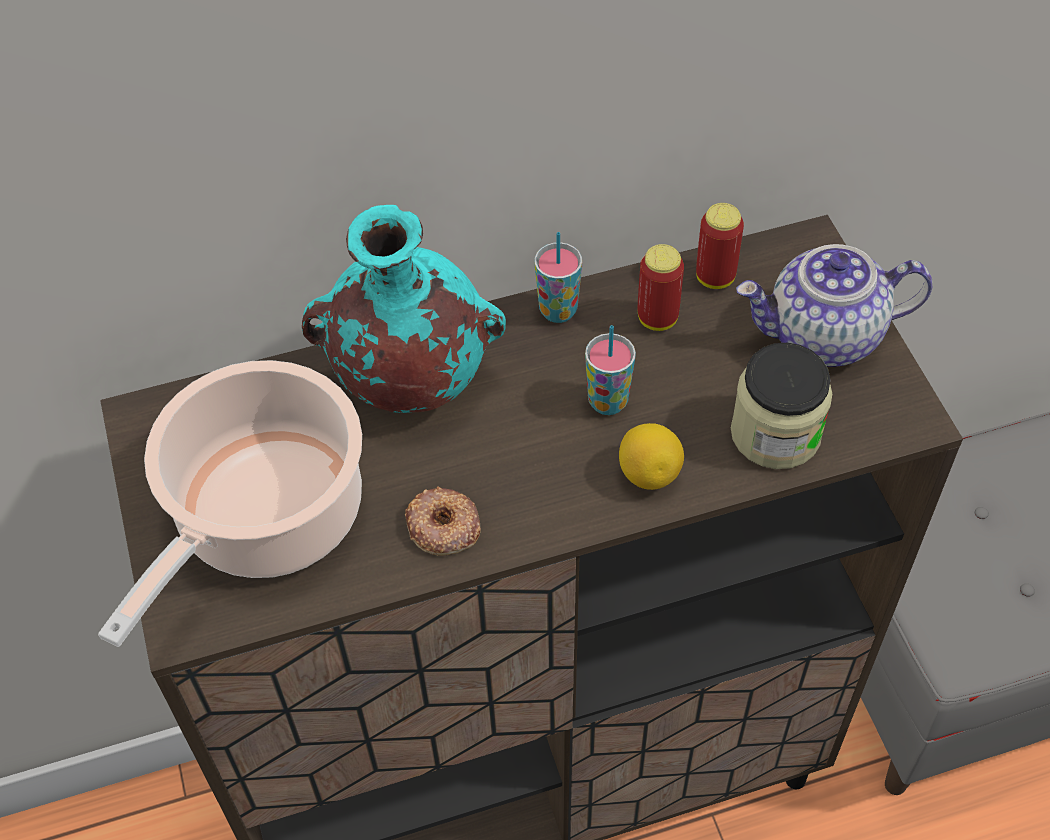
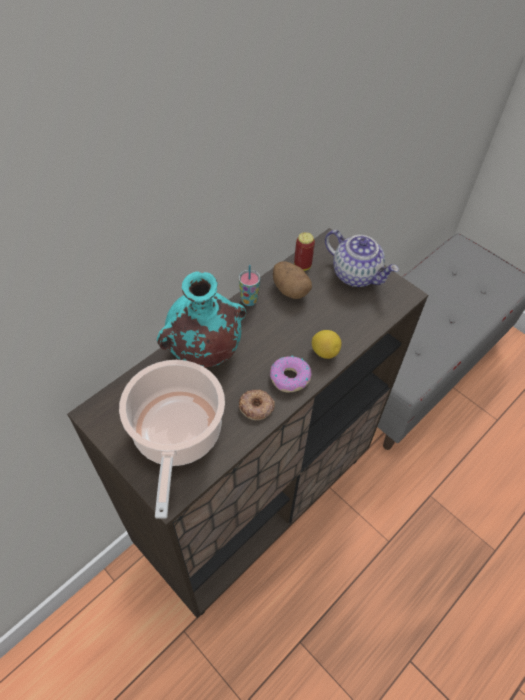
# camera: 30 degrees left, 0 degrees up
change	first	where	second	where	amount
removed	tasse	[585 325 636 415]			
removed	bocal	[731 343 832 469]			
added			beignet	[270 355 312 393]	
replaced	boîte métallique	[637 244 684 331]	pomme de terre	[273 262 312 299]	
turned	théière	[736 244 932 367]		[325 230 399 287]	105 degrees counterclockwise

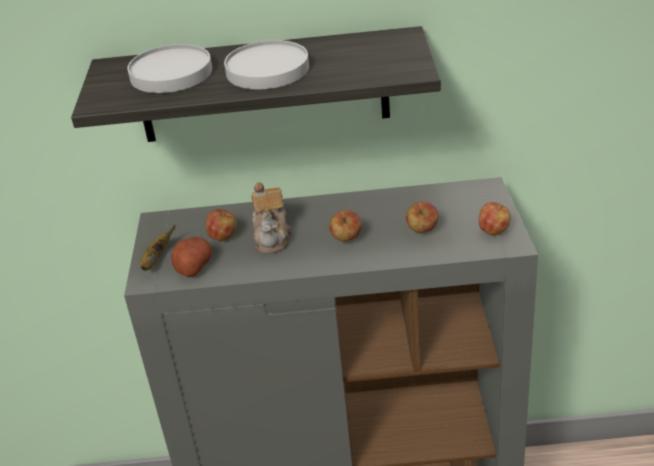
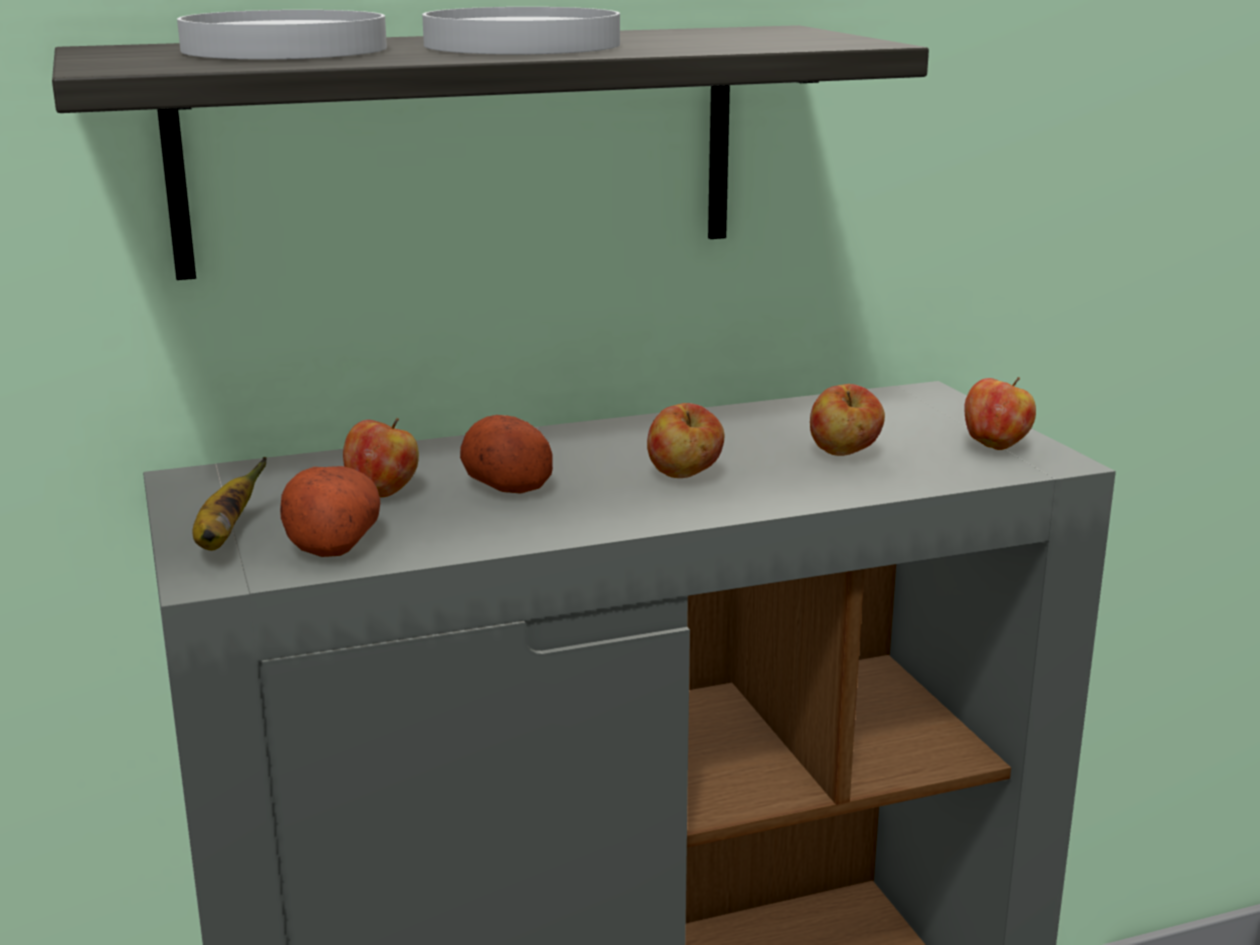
# camera: 20 degrees left, 15 degrees down
change	first	where	second	where	amount
replaced	théière	[251 182 292 253]	pomme de terre	[460 415 553 494]	

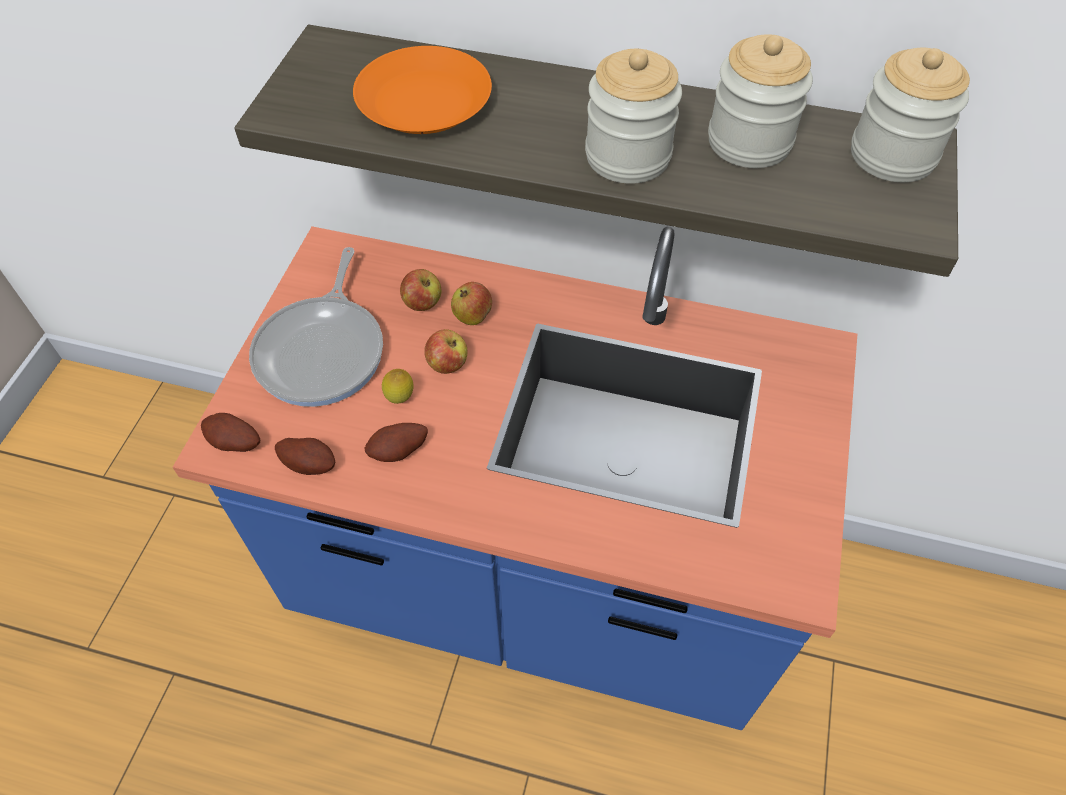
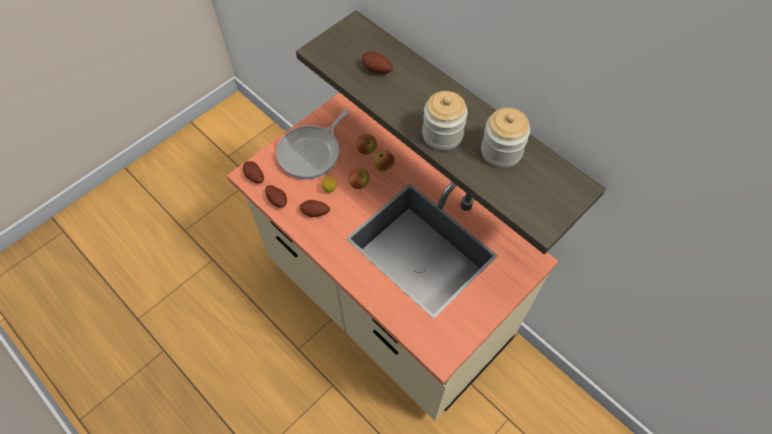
# camera: 30 degrees right, 5 degrees up
change	first	where	second	where	amount
removed	bocal	[851 48 970 182]			
replaced	assiette [orange]	[353 46 492 134]	pomme de terre	[362 52 393 74]	
recoloured	comptoir de cuisine [bleu]	[173 226 857 730]	comptoir de cuisine [beige]	[227 92 559 421]	

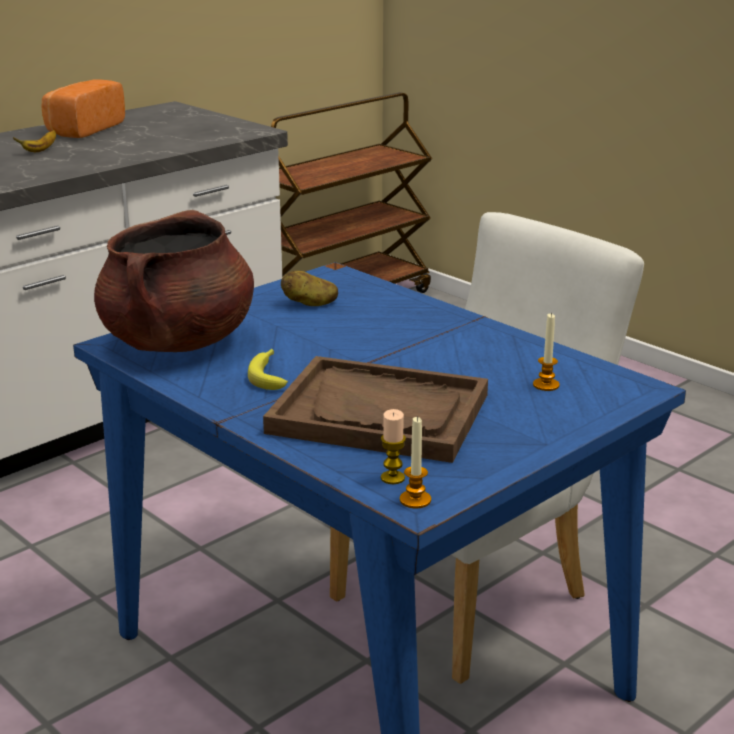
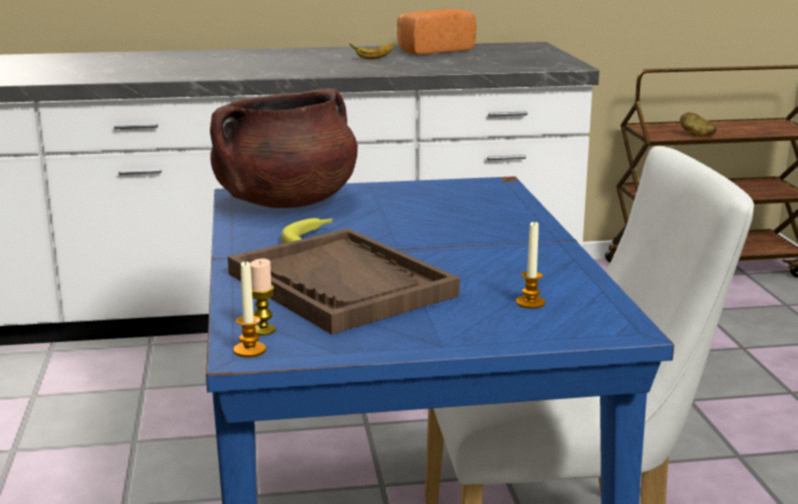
# camera: 35 degrees right, 5 degrees down
change	first	where	second	where	amount
moved	pomme de terre	[281 271 338 306]		[680 112 716 136]	

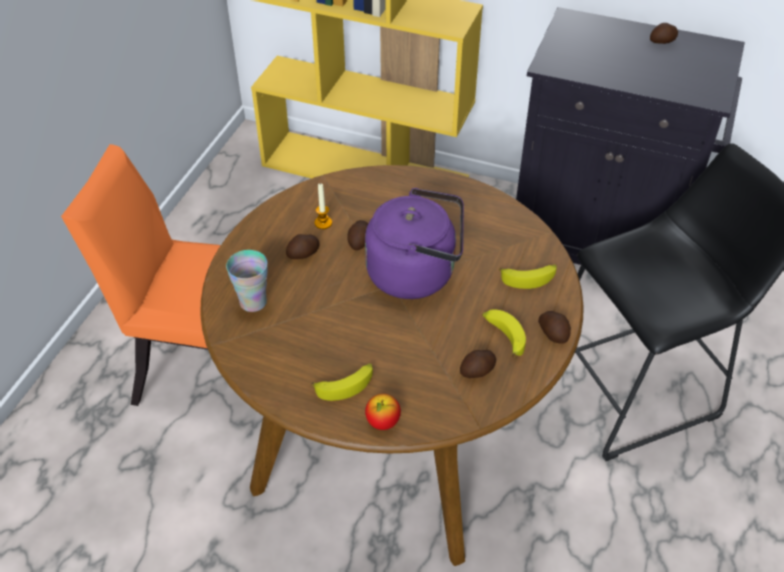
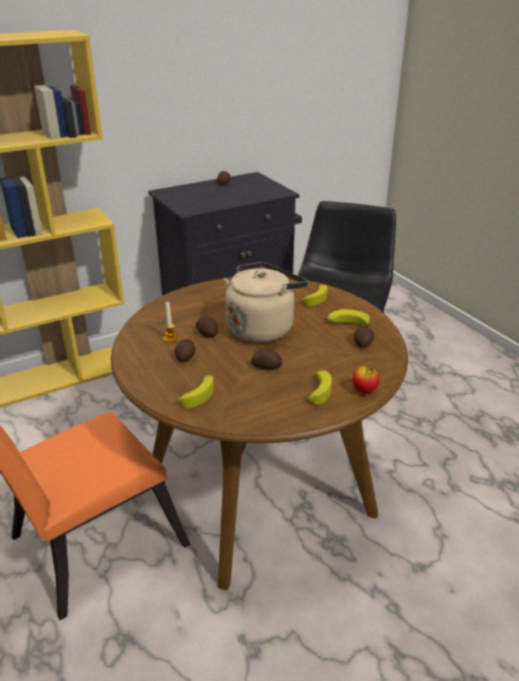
# camera: 50 degrees left, 15 degrees down
change	first	where	second	where	amount
moved	pomme de terre	[538 311 571 344]		[251 348 282 370]	
replaced	tasse	[226 250 268 312]	banane	[175 375 214 409]	
recoloured	bouilloire [violet]	[365 188 464 299]	bouilloire [beige]	[224 262 308 343]	

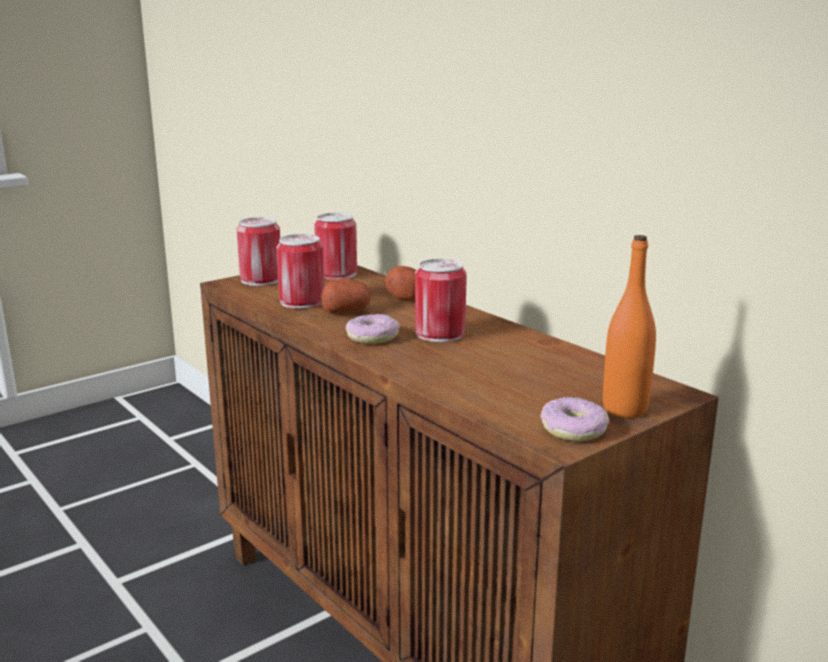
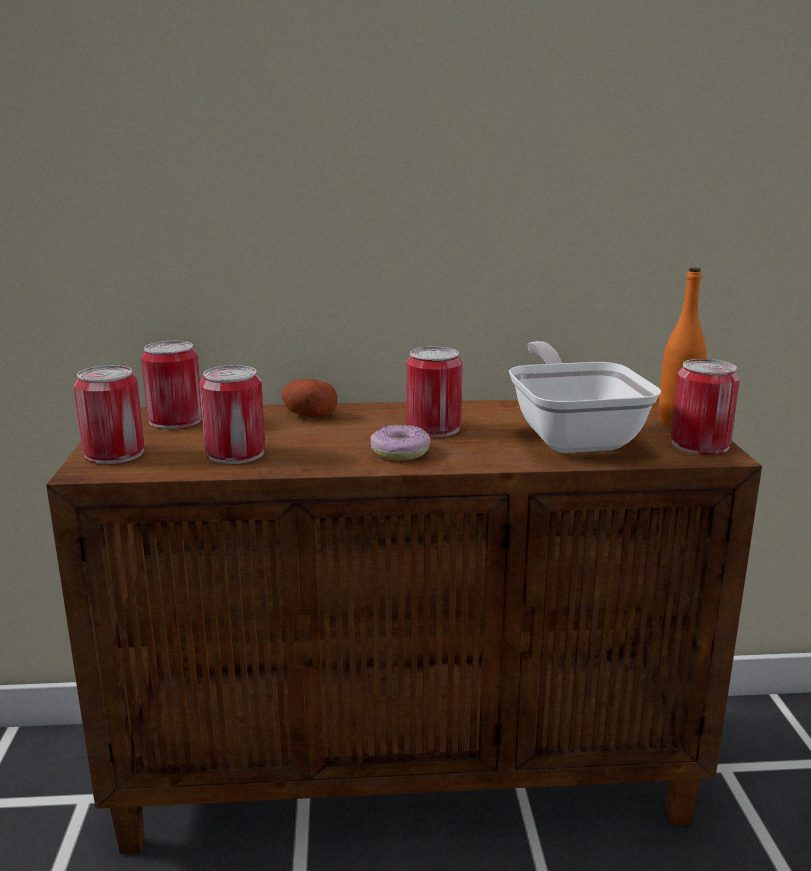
# camera: 55 degrees left, 0 degrees up
change	first	where	second	where	amount
removed	pomme de terre	[321 278 371 314]			
added			poêle	[509 341 661 453]	
replaced	beignet	[541 397 609 441]	boîte métallique	[671 359 740 455]	

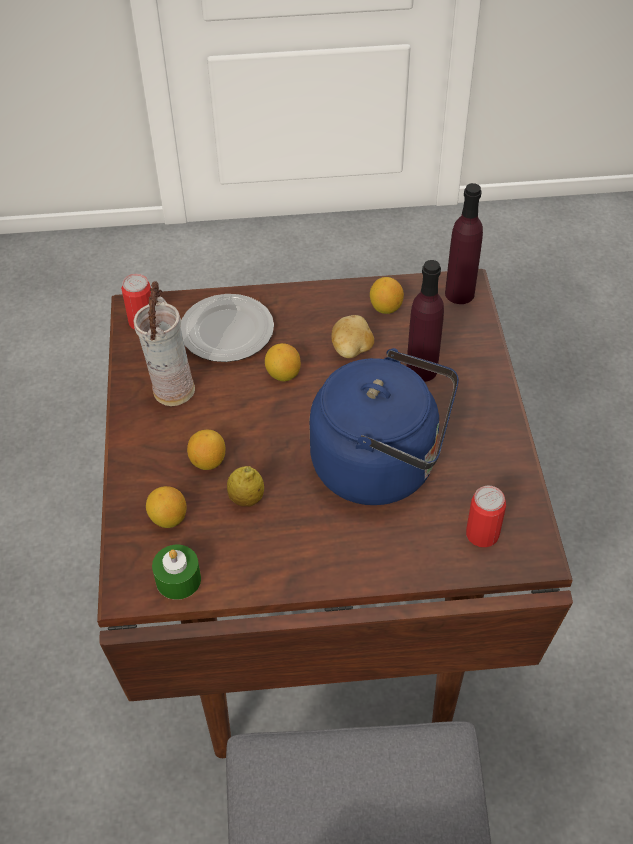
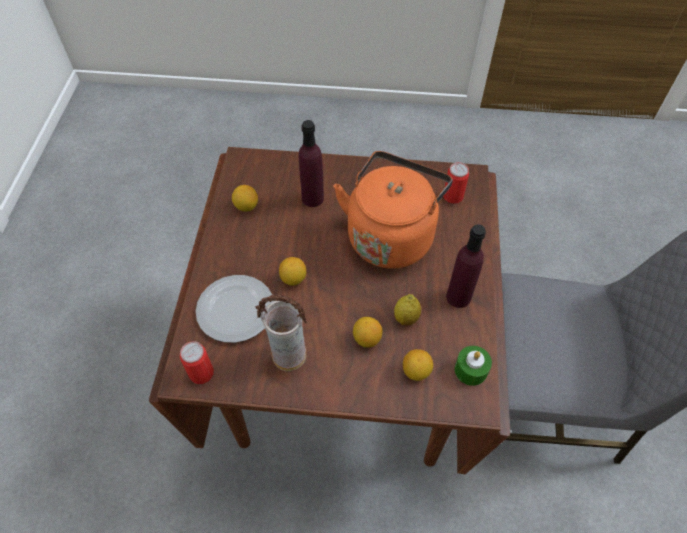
# camera: 80 degrees left, 5 degrees up
change	first	where	second	where	amount
removed	pomme de terre	[331 315 374 358]			
moved	bouteille [violet]	[445 183 483 304]		[446 224 486 308]	
recoloured	bouilloire [bleu]	[309 348 459 505]	bouilloire [orange]	[334 151 453 269]	

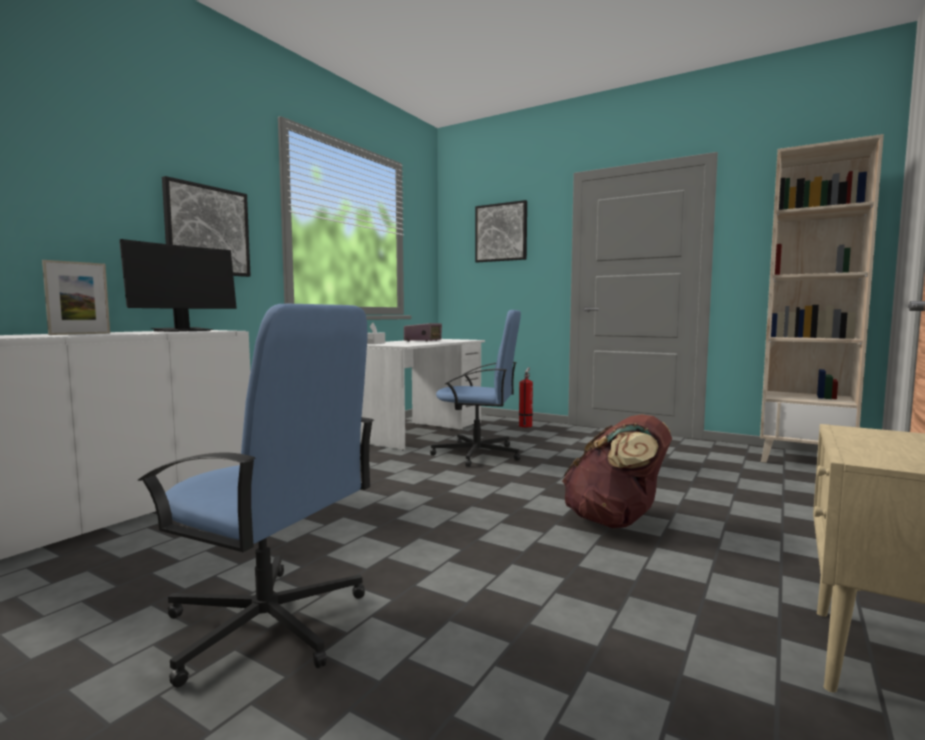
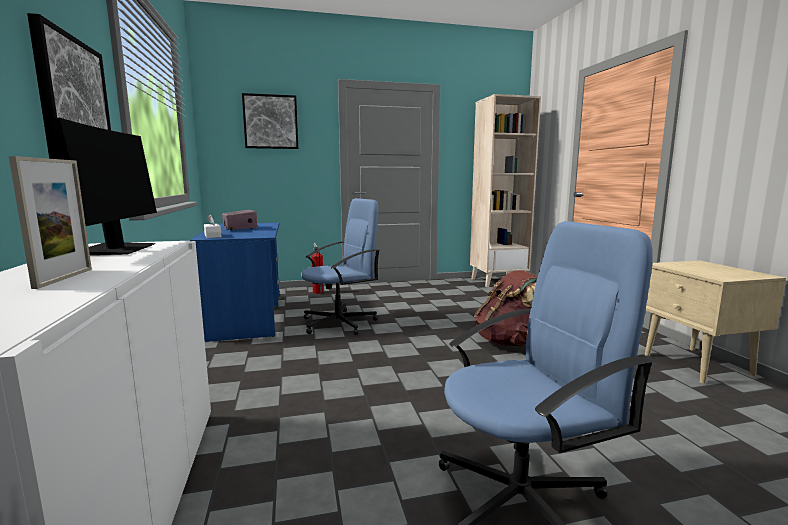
# camera: 45 degrees left, 5 degrees up
change	first	where	second	where	amount
recoloured	bureau [blanc]	[360 339 485 450]	bureau [bleu]	[189 223 279 342]	

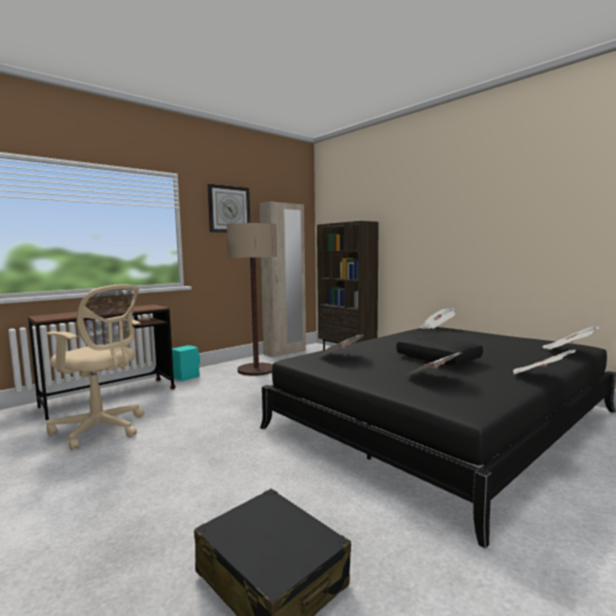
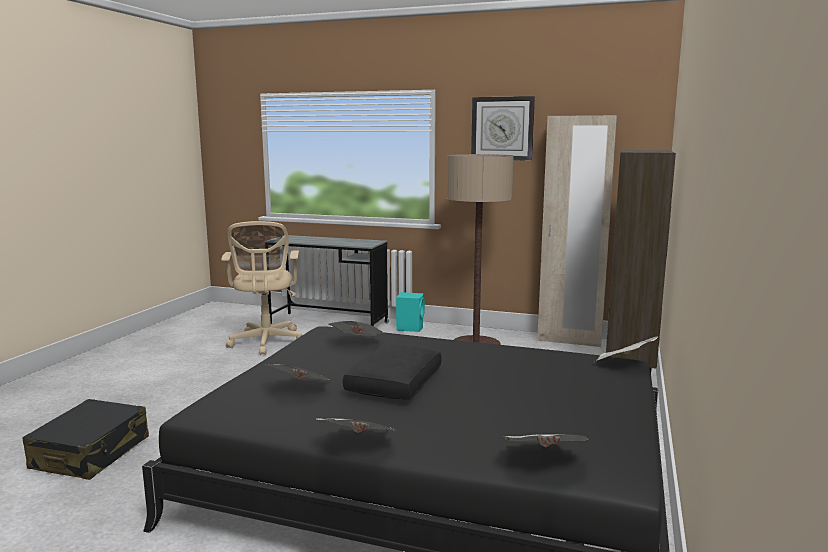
# camera: 60 degrees right, 5 degrees up
change	first	where	second	where	amount
recoloured	bureau [marron]	[28 305 176 420]	bureau [gris]	[267 235 389 327]	

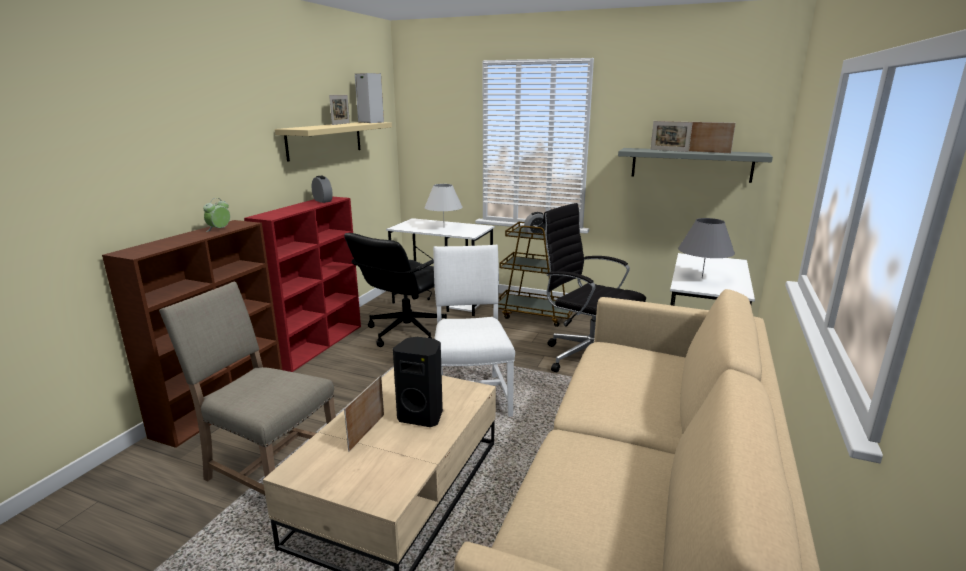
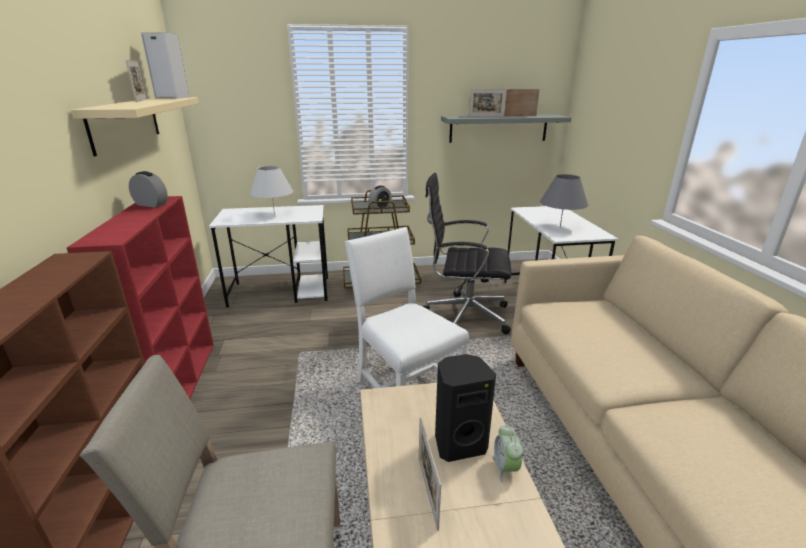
# camera: 30 degrees left, 5 degrees up
change	first	where	second	where	amount
removed	chaise de bureau [noir]	[344 233 447 347]			
moved	réveil	[203 198 230 232]		[492 425 523 483]	

